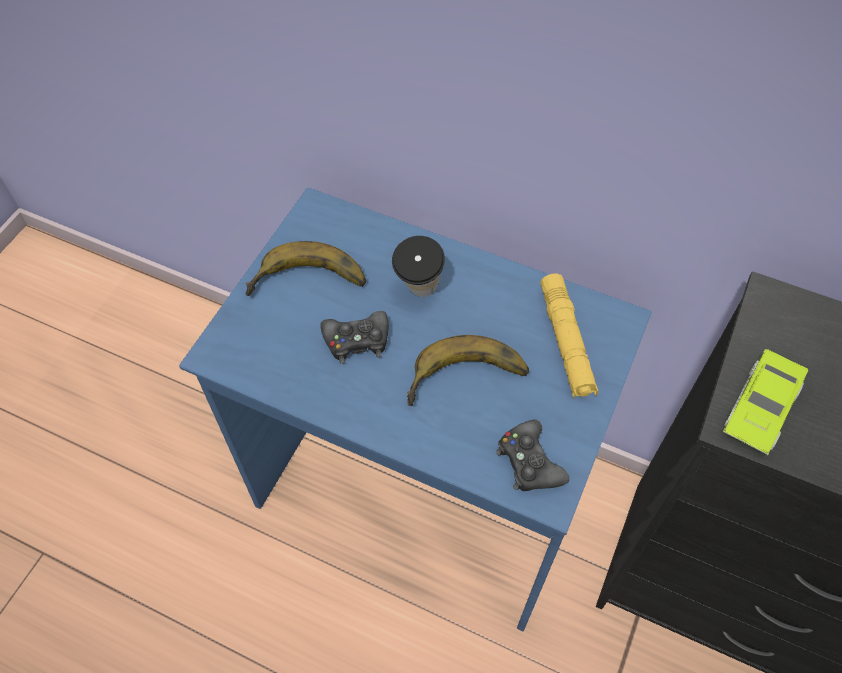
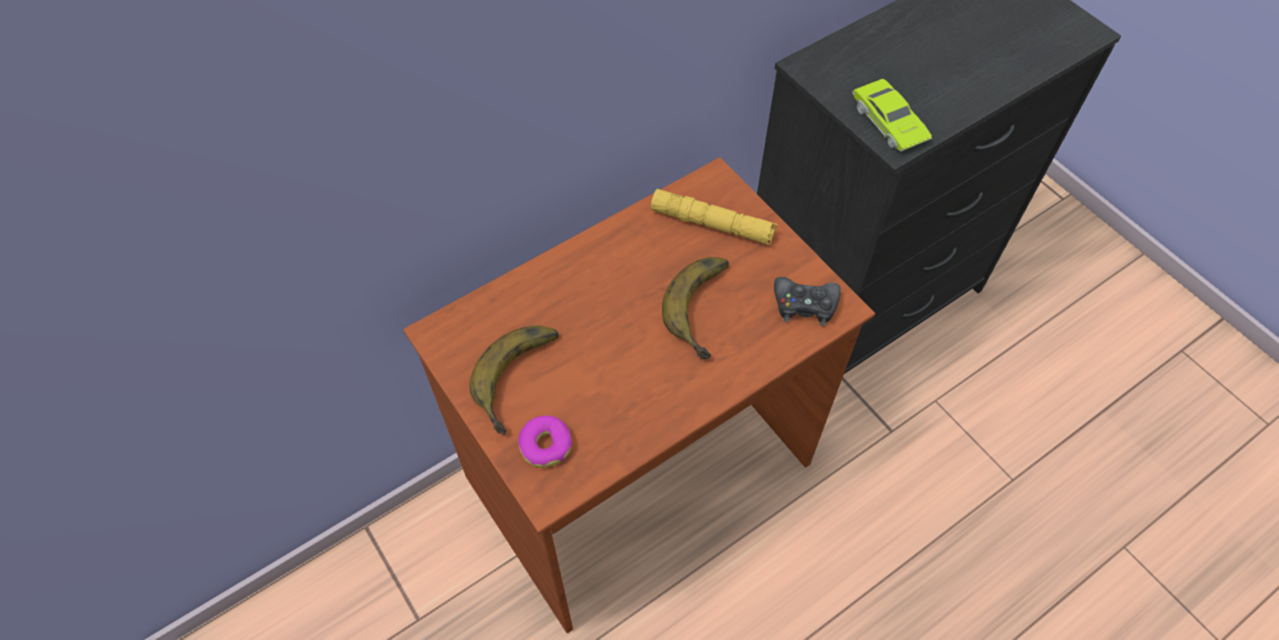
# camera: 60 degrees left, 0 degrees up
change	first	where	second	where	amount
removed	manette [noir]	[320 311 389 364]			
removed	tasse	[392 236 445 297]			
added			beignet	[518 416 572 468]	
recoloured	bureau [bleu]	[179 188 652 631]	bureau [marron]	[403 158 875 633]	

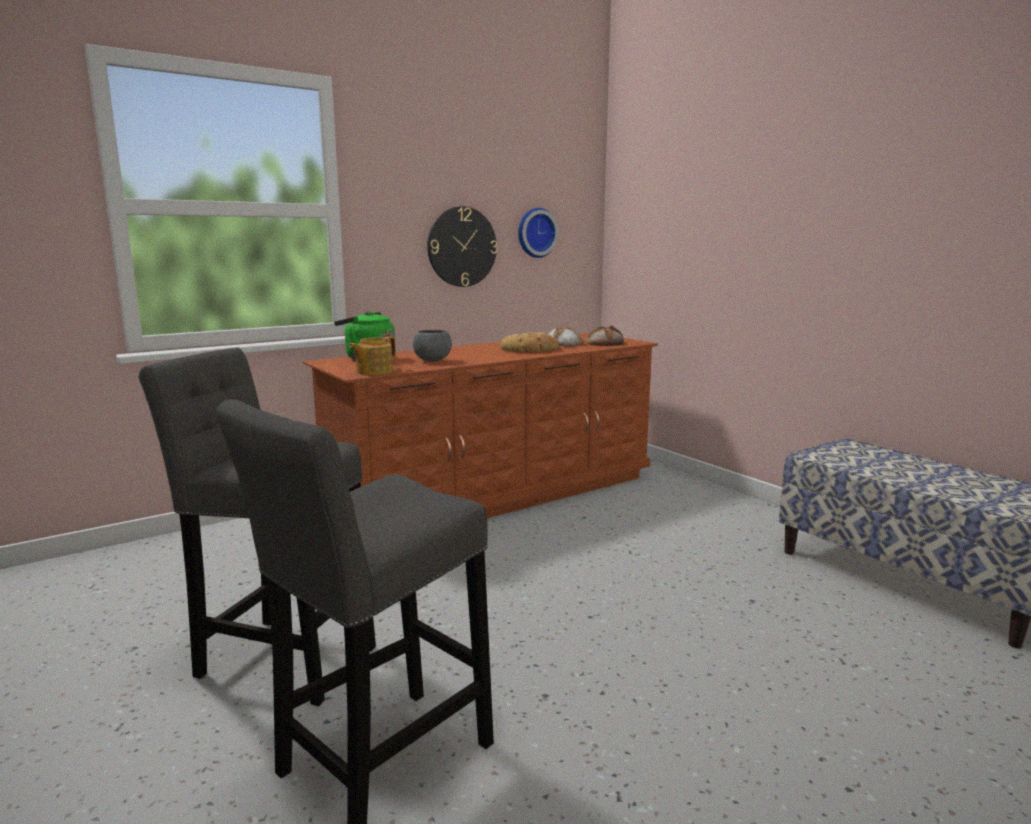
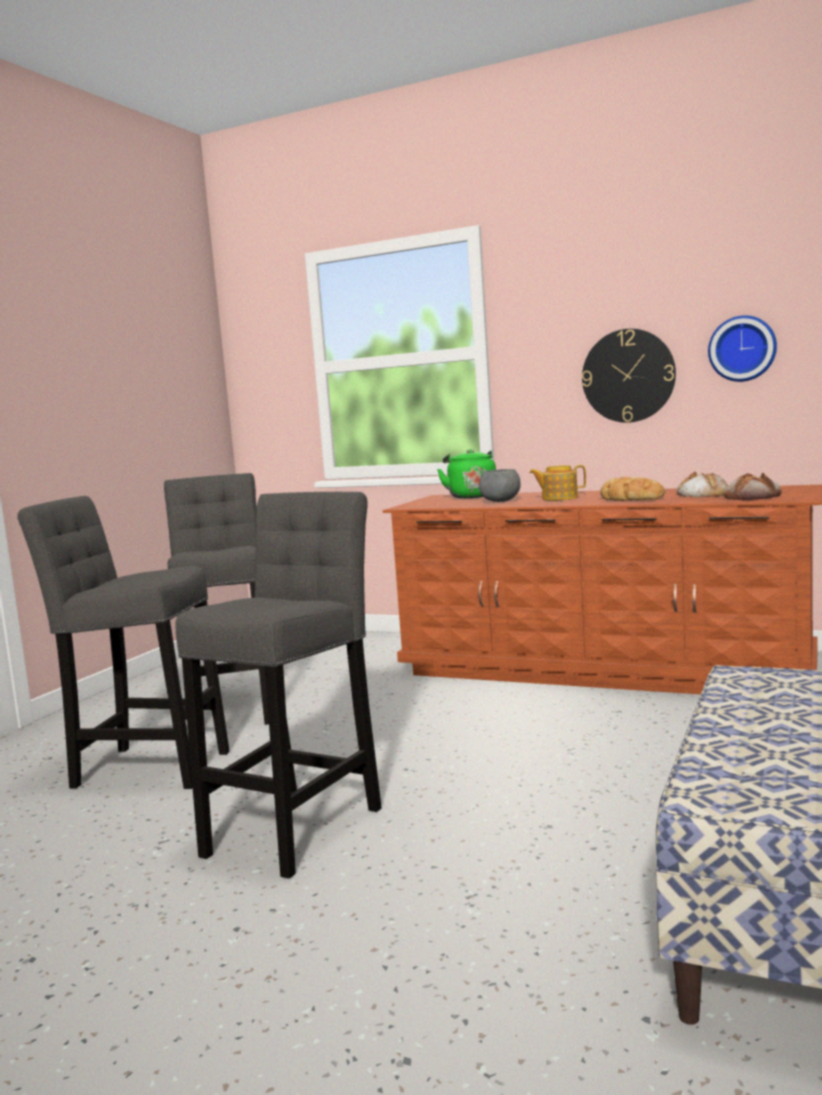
# camera: 60 degrees right, 5 degrees down
change	first	where	second	where	amount
added			tabouret [gris]	[176 492 382 879]	
moved	théière	[349 336 396 375]		[529 465 586 501]	

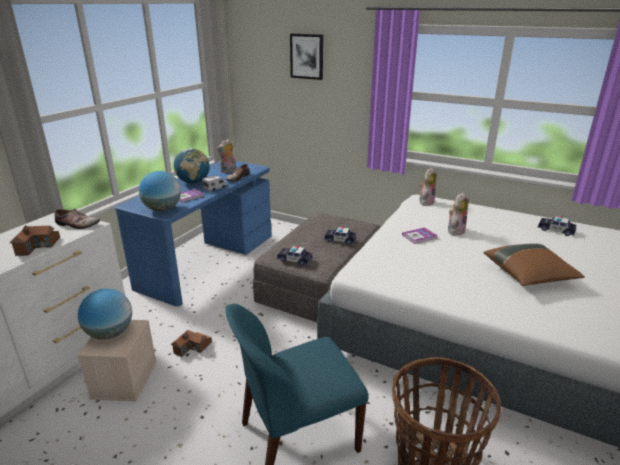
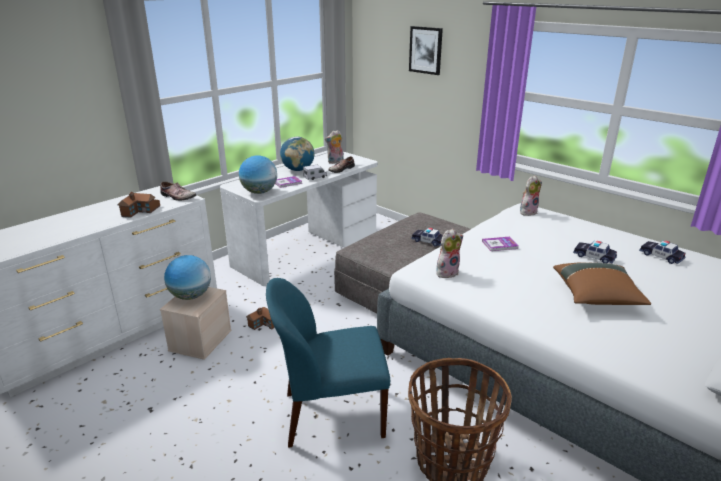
# camera: 15 degrees right, 0 degrees up
change	first	where	second	where	amount
moved	petite voiture	[277 246 313 266]		[573 241 617 263]	
moved	peluche	[448 192 469 236]		[436 229 463 278]	
recoloured	bureau [bleu]	[115 161 271 307]	bureau [blanc]	[220 152 378 286]	

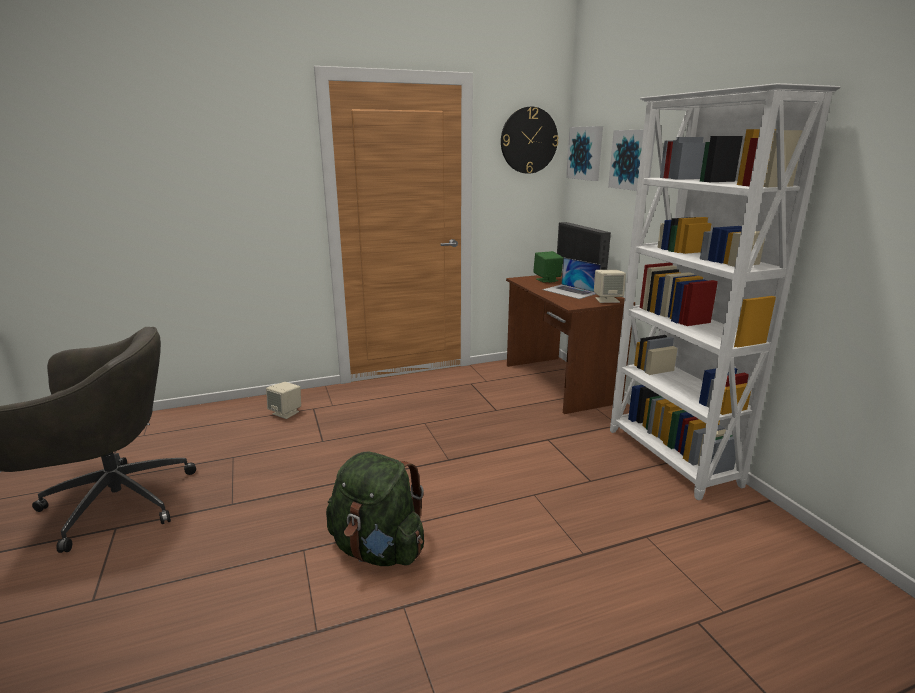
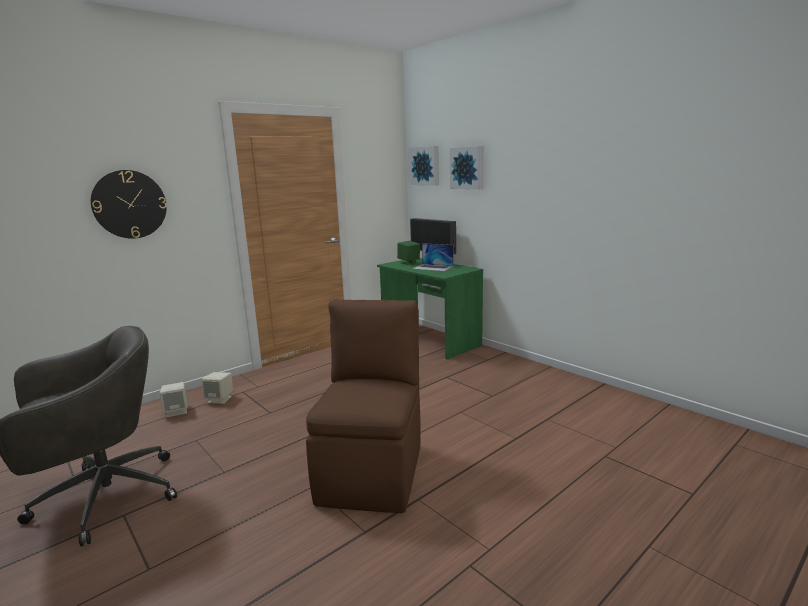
# camera: 20 degrees left, 5 degrees down
change	first	where	second	where	amount
removed	bibliothèque [blanc]	[610 83 840 500]			
moved	horloge murale	[501 107 559 174]		[91 170 167 239]	
moved	enceinte [beige]	[594 270 626 303]		[160 382 188 417]	
replaced	sac à dos [vert]	[326 451 424 566]	chaise [marron]	[306 299 420 513]	
recoloured	bureau [marron]	[506 274 635 414]	bureau [vert]	[377 258 483 359]	

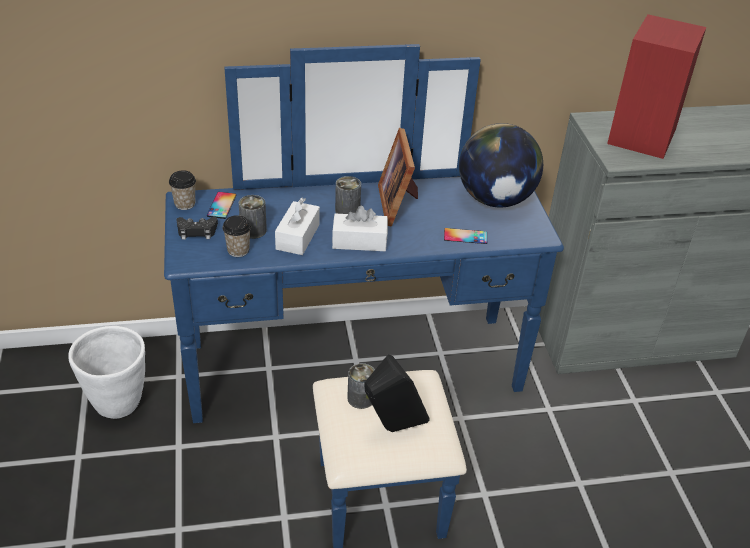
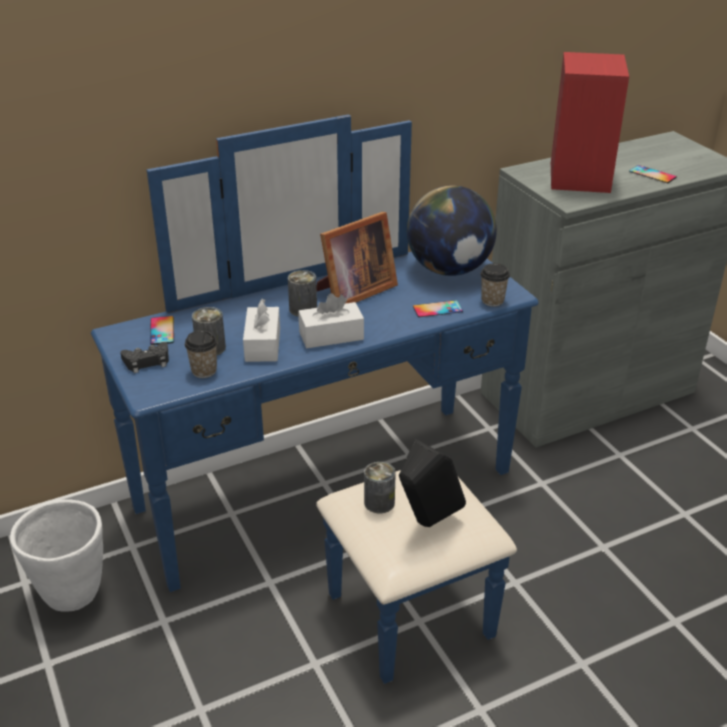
# camera: 15 degrees left, 5 degrees down
change	first	where	second	where	amount
added			téléphone	[629 165 677 183]	
moved	tasse	[169 170 196 210]		[480 263 510 307]	
turned	cadre photo	[378 128 418 227]		[317 212 398 304]	105 degrees counterclockwise

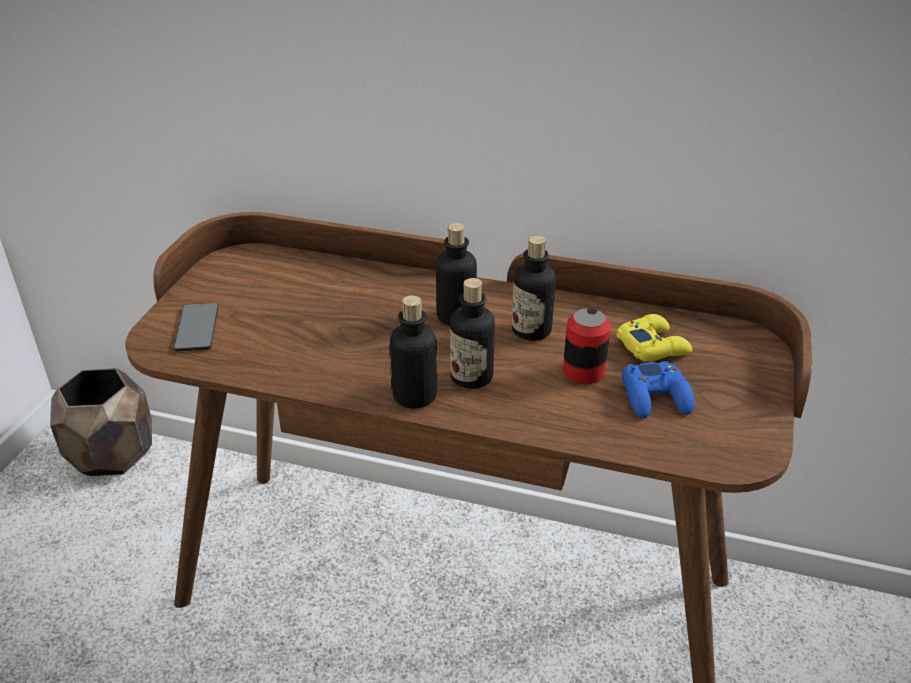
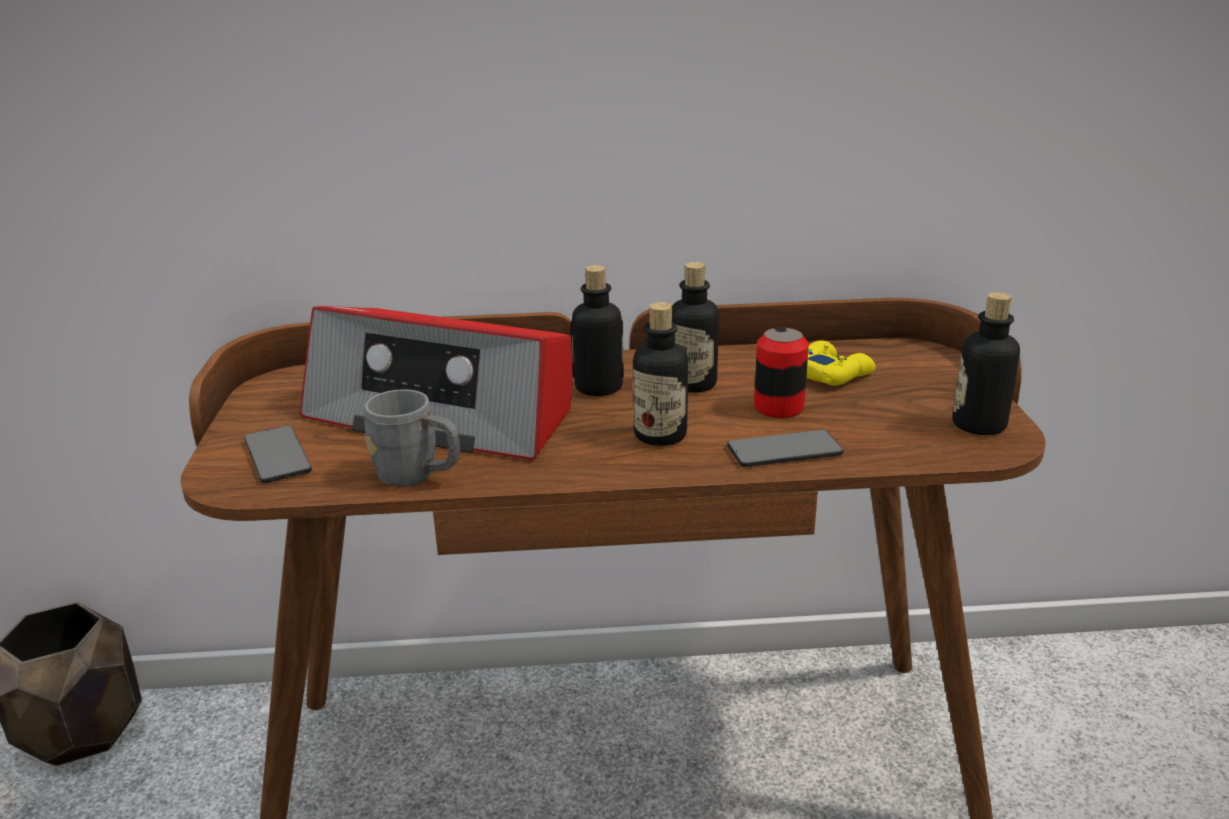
# camera: 20 degrees left, 10 degrees down
change	first	where	second	where	amount
removed	manette [bleu]	[622 361 695 419]			
added			radio	[299 306 573 461]	
added			mug [gris]	[364 389 460 487]	
added			téléphone	[727 430 843 467]	
moved	bouteille	[389 295 438 409]		[953 292 1020 435]	

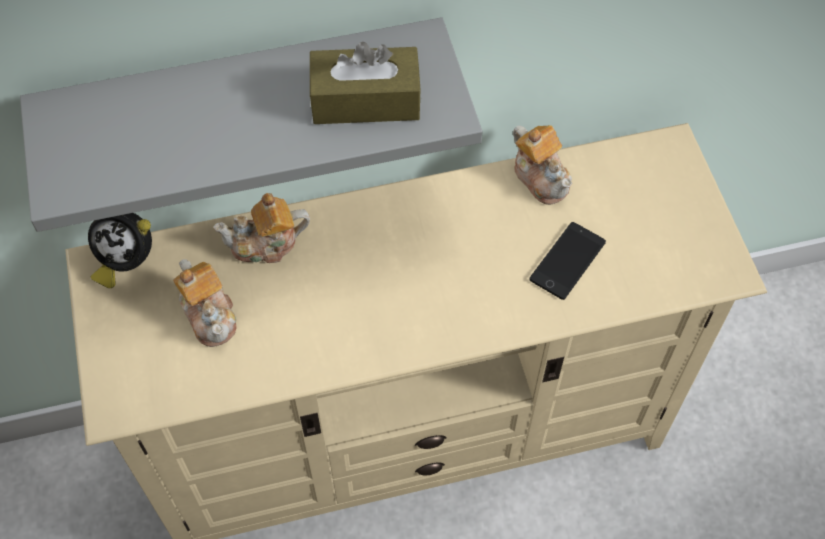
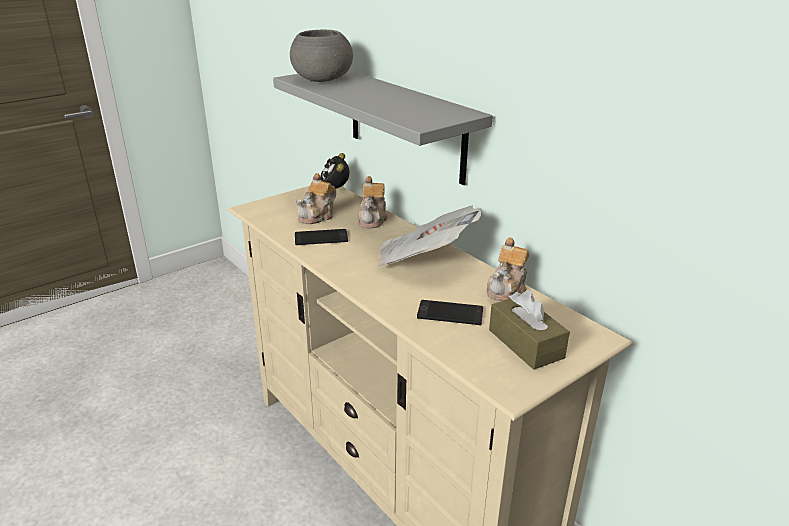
# camera: 65 degrees right, 30 degrees down
change	first	where	second	where	amount
added			bol [gris]	[290 29 353 82]	
added			téléphone	[295 229 348 245]	
added			journal	[378 205 481 267]	
moved	boîte à mouchoirs [marron]	[310 42 421 124]		[489 290 570 370]	
turned	théière	[213 193 310 263]		[358 176 388 228]	135 degrees counterclockwise

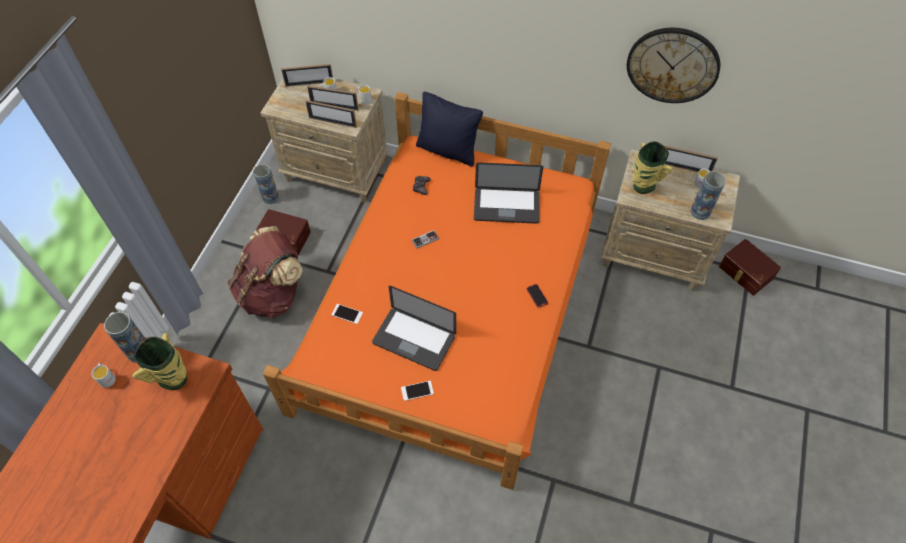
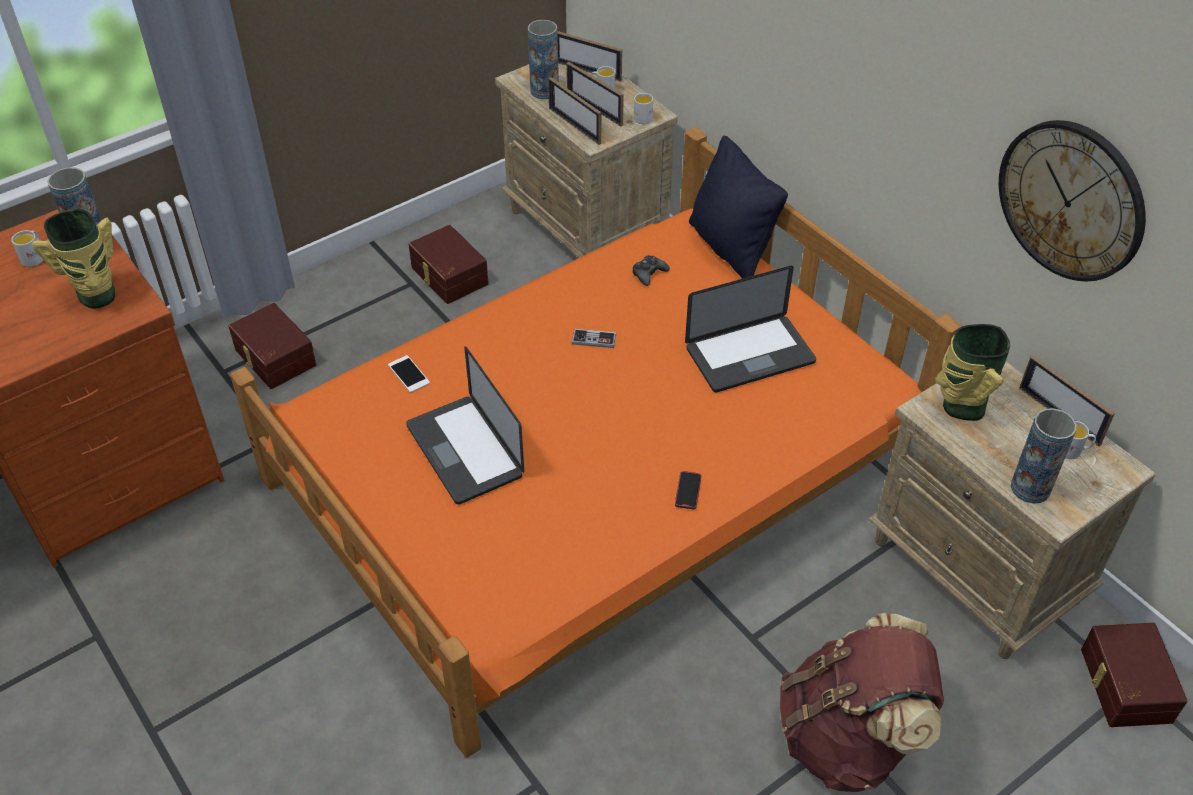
# camera: 35 degrees right, 10 degrees down
change	first	where	second	where	amount
removed	téléphone	[401 381 434 401]			
added			boîte de rangement [marron]	[228 303 317 389]	
moved	sac à dos [marron]	[228 226 303 319]		[780 613 944 792]	
moved	vase	[253 164 279 204]		[528 20 559 100]	
turned	ordinateur portable	[474 162 543 224]		[685 266 816 392]	60 degrees counterclockwise

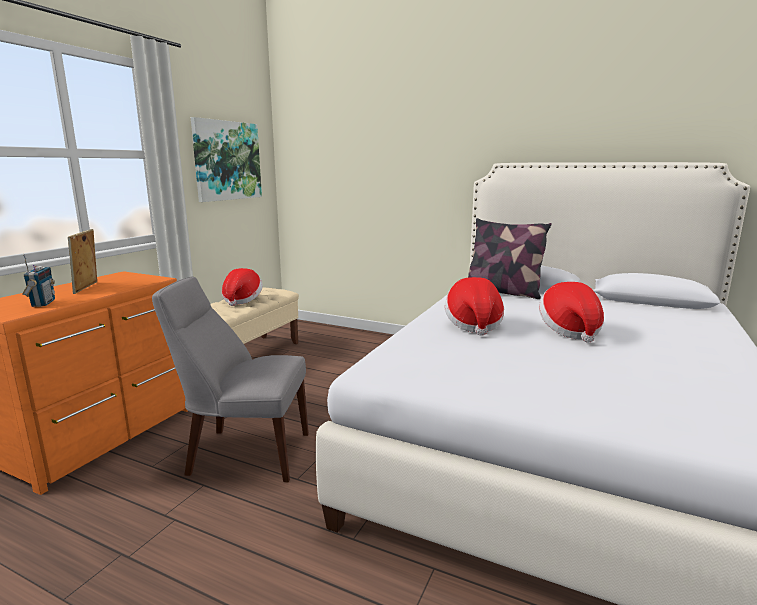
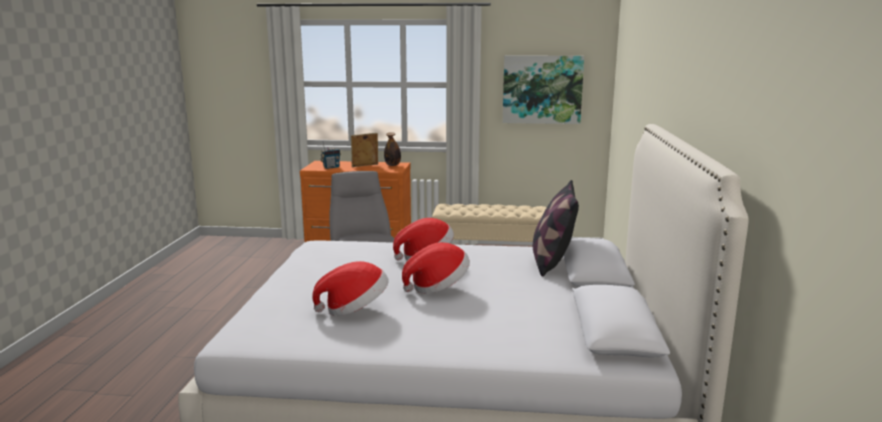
# camera: 70 degrees right, 0 degrees up
change	first	where	second	where	amount
added			bouteille	[384 132 401 166]	
moved	chapeau	[222 268 263 306]		[312 261 389 316]	

